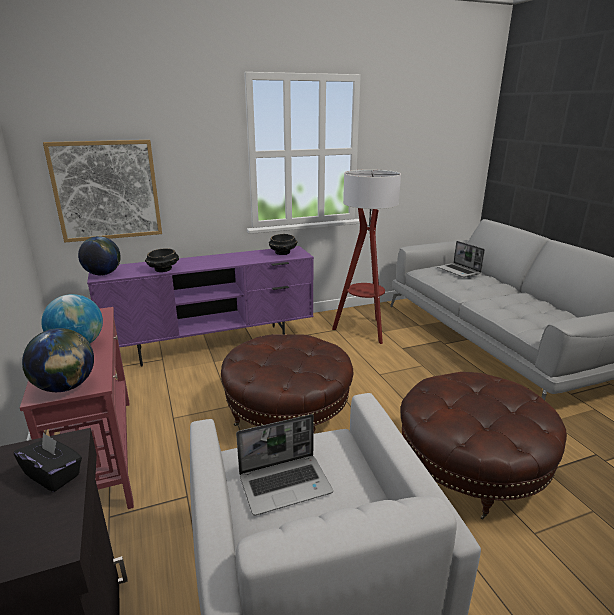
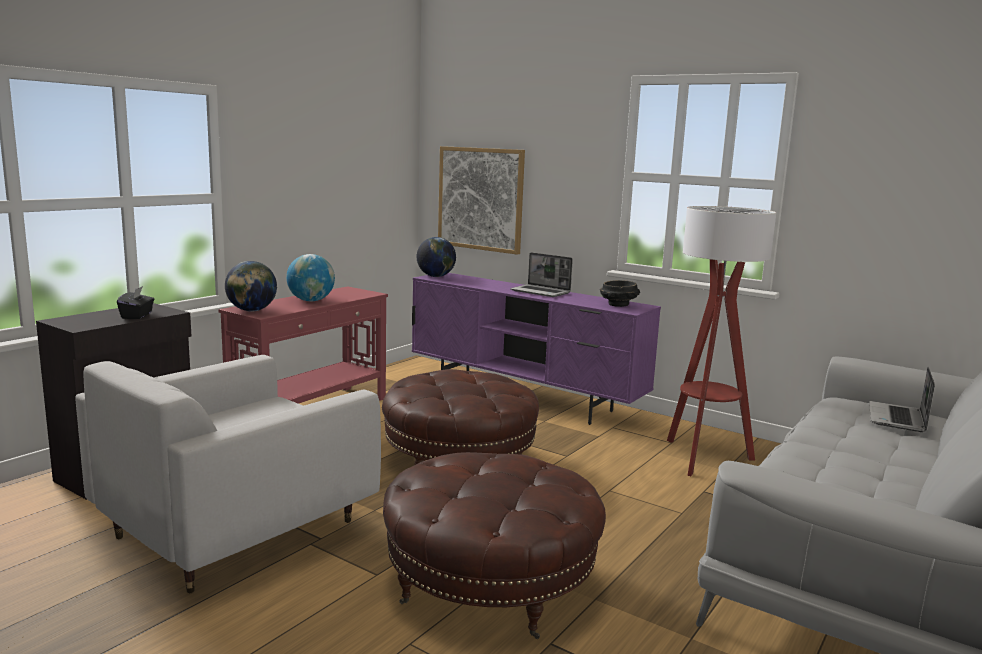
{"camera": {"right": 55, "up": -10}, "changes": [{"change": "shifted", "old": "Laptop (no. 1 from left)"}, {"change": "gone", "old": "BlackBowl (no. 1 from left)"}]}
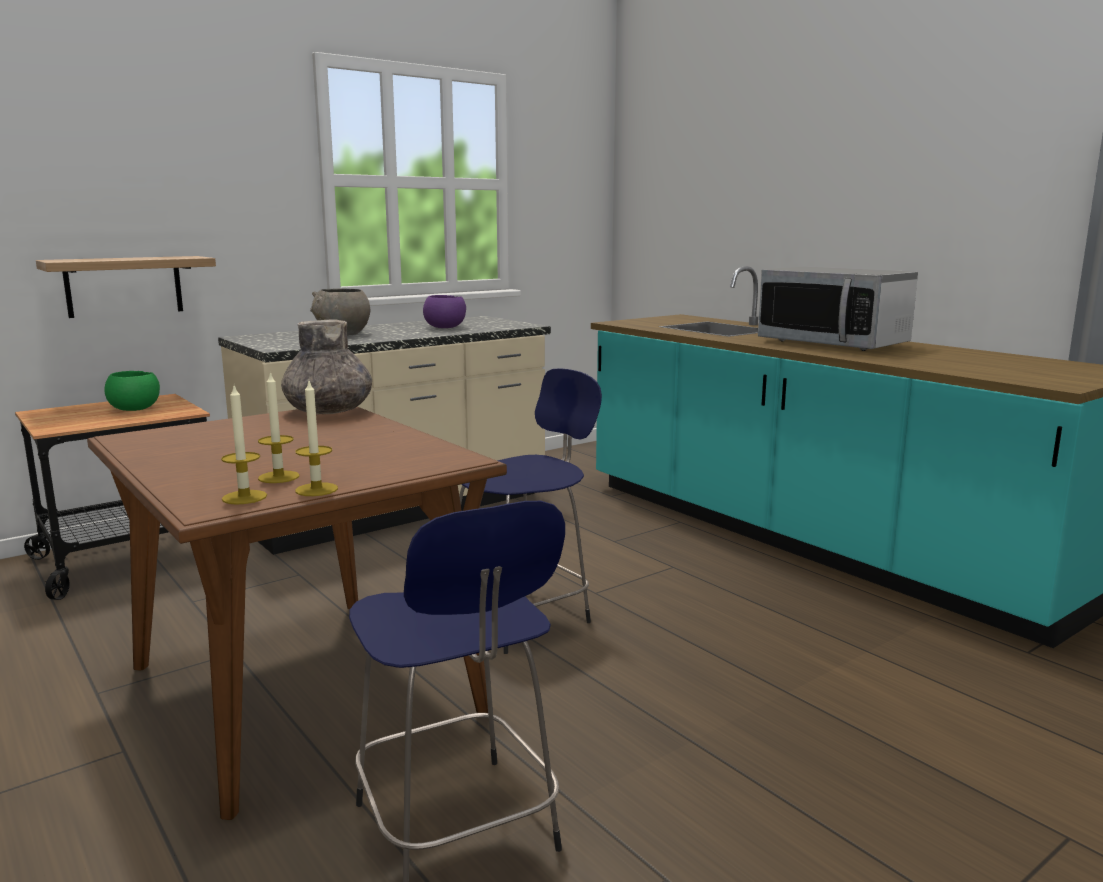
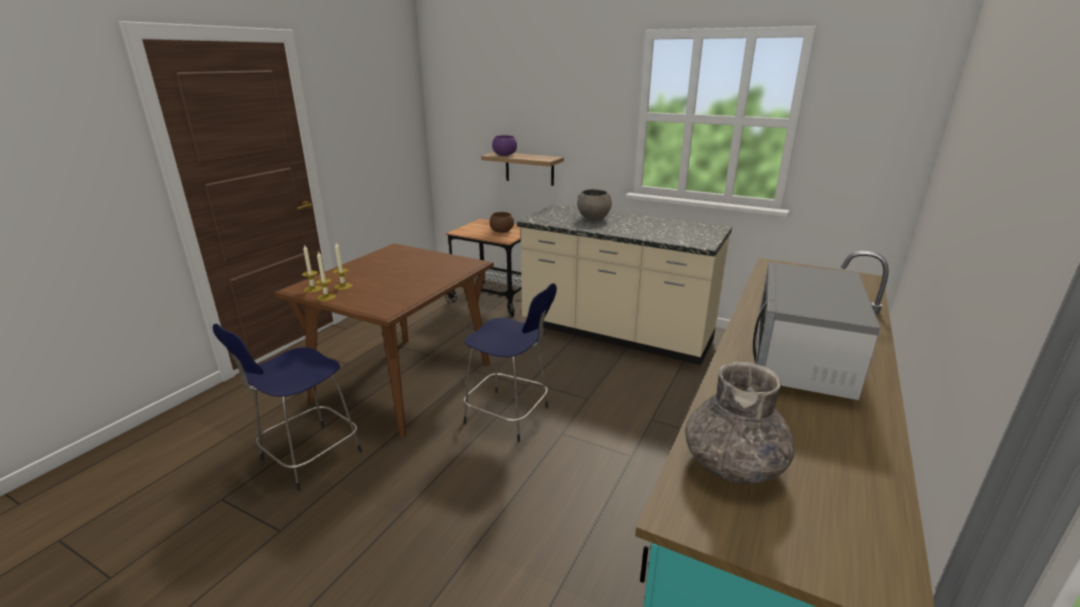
{"camera": {"right": 65, "up": 10}, "changes": [{"change": "repainted", "old": "GreenBowl", "new": "BrownBowl"}, {"change": "shifted", "old": "PurpleBowl"}, {"change": "shifted", "old": "GreyVase"}]}
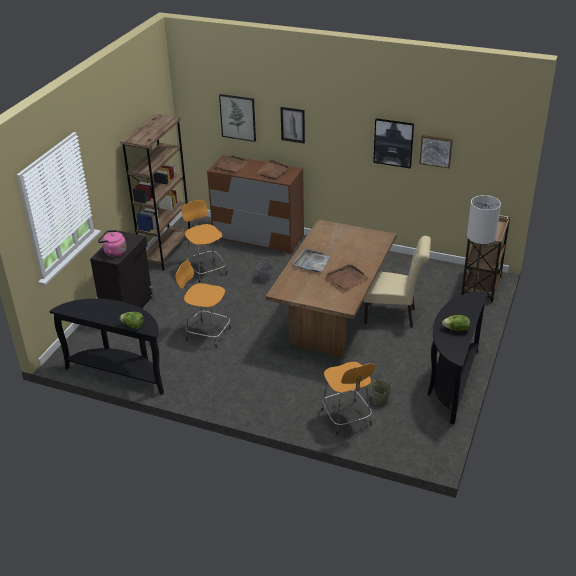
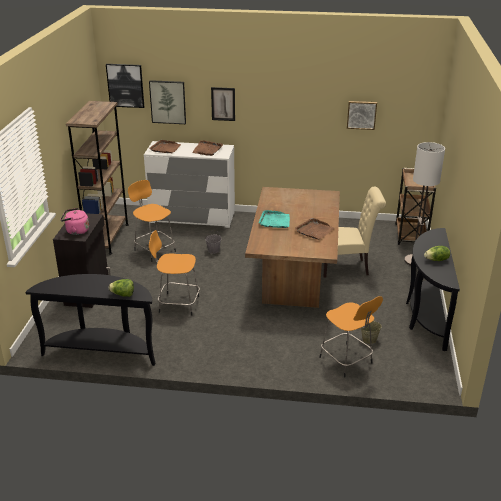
{"camera": {"right": -15, "up": -5}, "changes": [{"change": "shifted", "old": "Picture (no. 3 from left in the first image)", "new": "Picture (no. 1 from left)"}, {"change": "repainted", "old": "BrownDresser", "new": "WhiteDresser"}, {"change": "repainted", "old": "GreyTray", "new": "TurquoiseTray"}]}
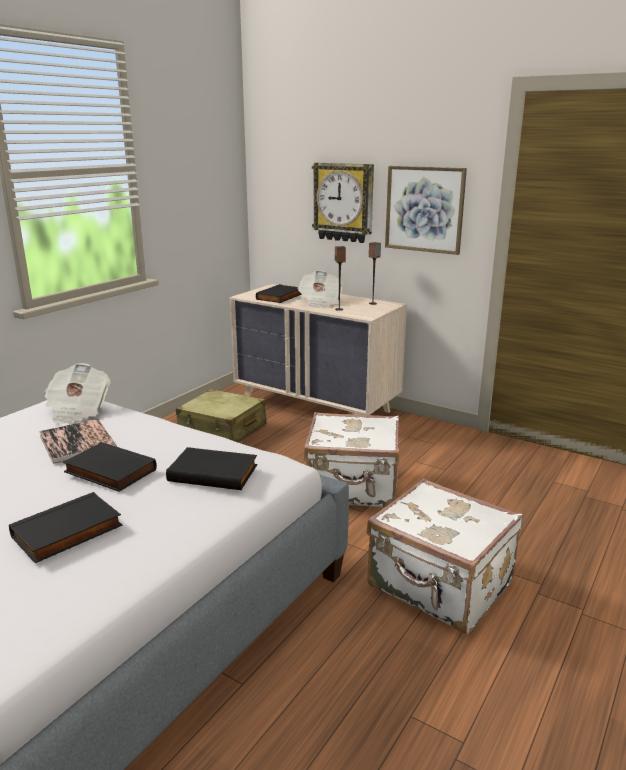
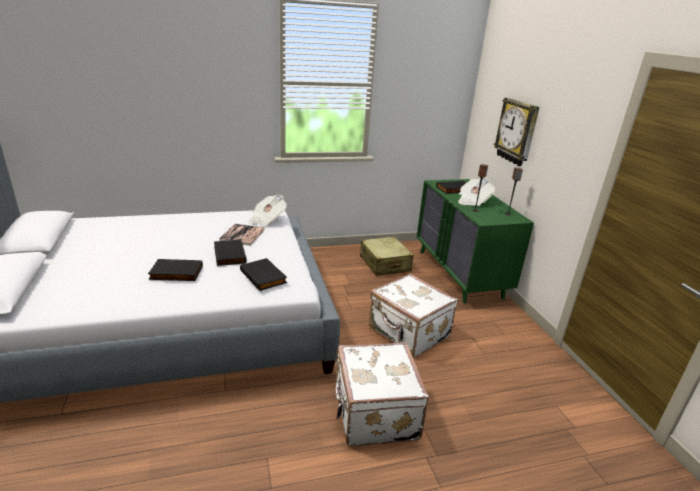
{"camera": {"right": 40, "up": 5}, "changes": [{"change": "repainted", "old": "BeigeDresser", "new": "GreenDresser"}, {"change": "gone", "old": "Picture"}]}
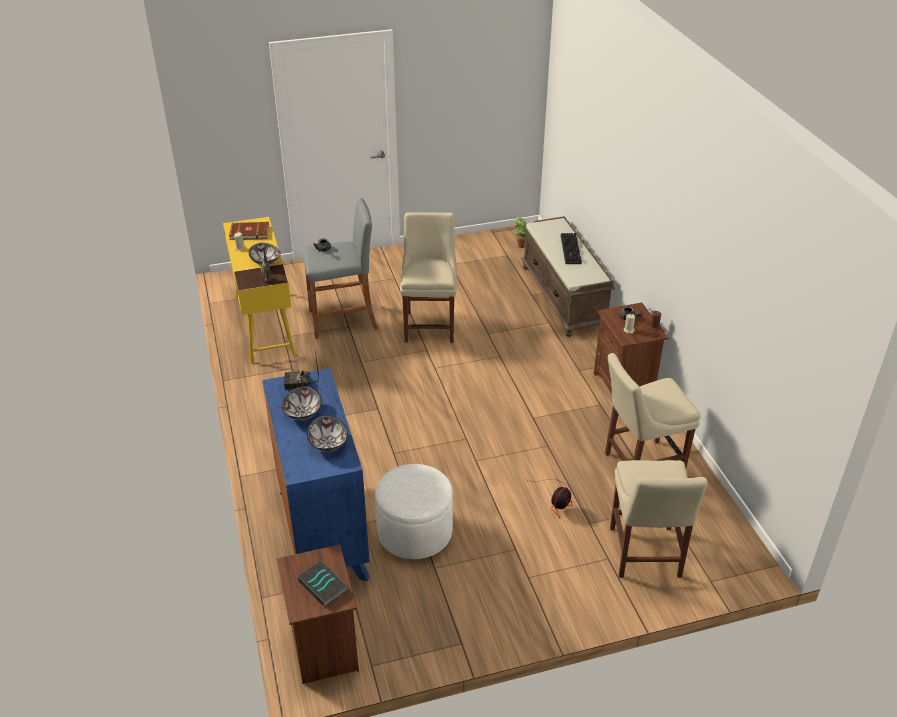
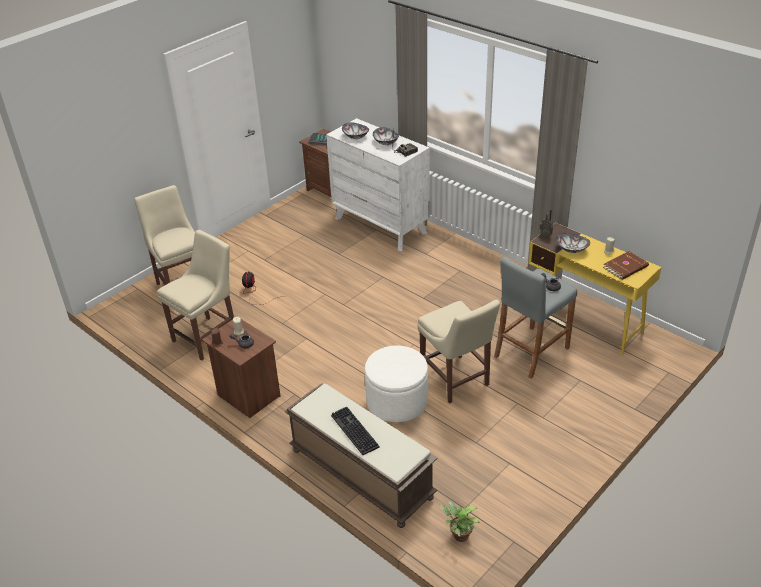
{"camera": {"right": 150, "up": 0}, "changes": [{"change": "repainted", "old": "BlueDresser", "new": "WhiteDresser"}, {"change": "shifted", "old": "WhiteOttoman"}]}
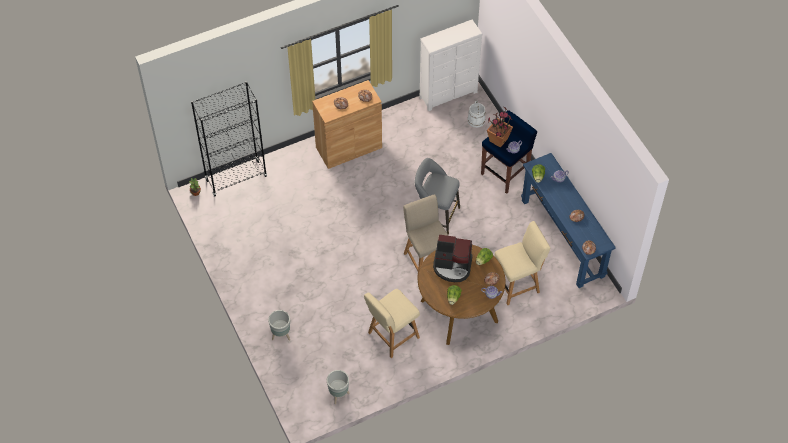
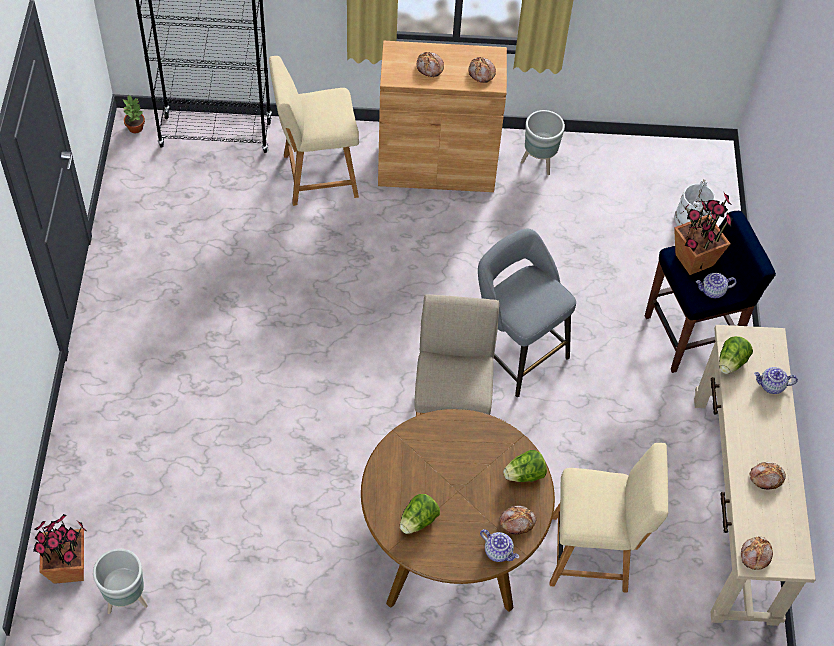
{"camera": {"right": 25, "up": 0}, "changes": [{"change": "new", "new": "PottedPlant (no. 1 from left)"}, {"change": "shifted", "old": "BeigeChair (no. 1 from left)"}, {"change": "shifted", "old": "GreyPlanter (no. 1 from left in the first image)", "new": "GreyPlanter (no. 2 from left)"}, {"change": "repainted", "old": "BlueConsoleTable", "new": "BeigeConsoleTable"}, {"change": "gone", "old": "WhiteDresser"}, {"change": "gone", "old": "CoffeeMachine"}]}
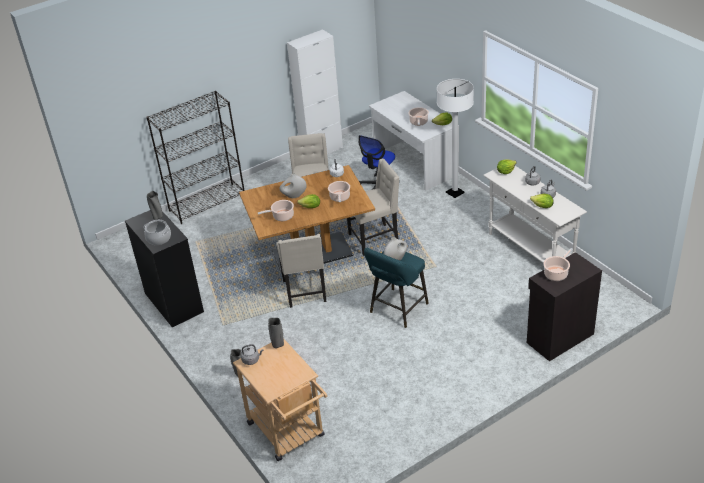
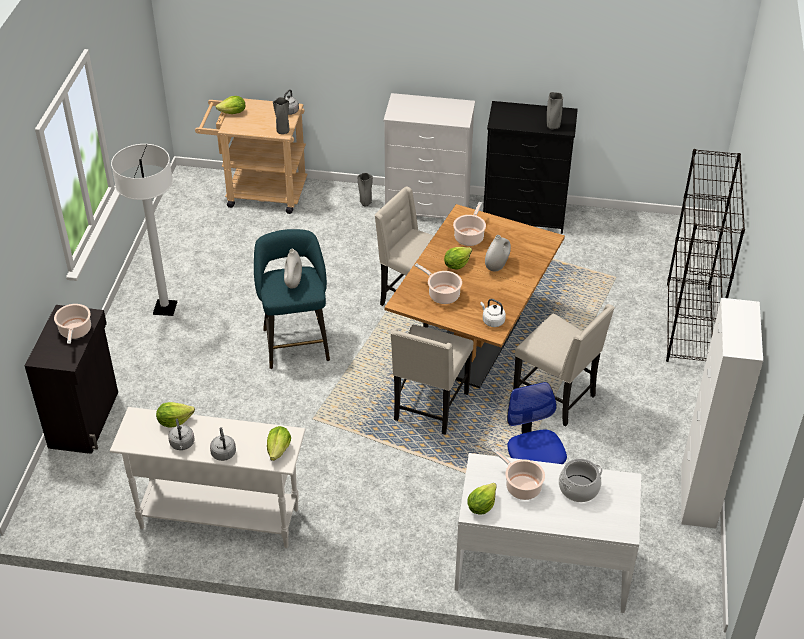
{"camera": {"right": 130, "up": 5}, "changes": [{"change": "shifted", "old": "WhiteFloorLamp"}, {"change": "new", "new": "Lettuce (no. 2 from left)"}, {"change": "new", "new": "WhiteDresser"}, {"change": "shifted", "old": "CookingPot (no. 1 from left in the first image)", "new": "CookingPot (no. 5 from left)"}]}
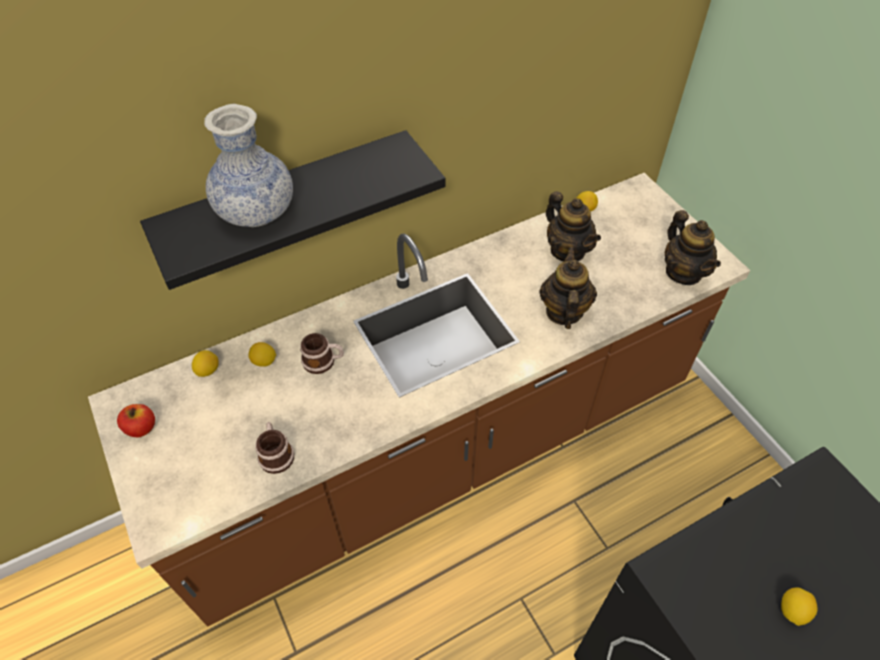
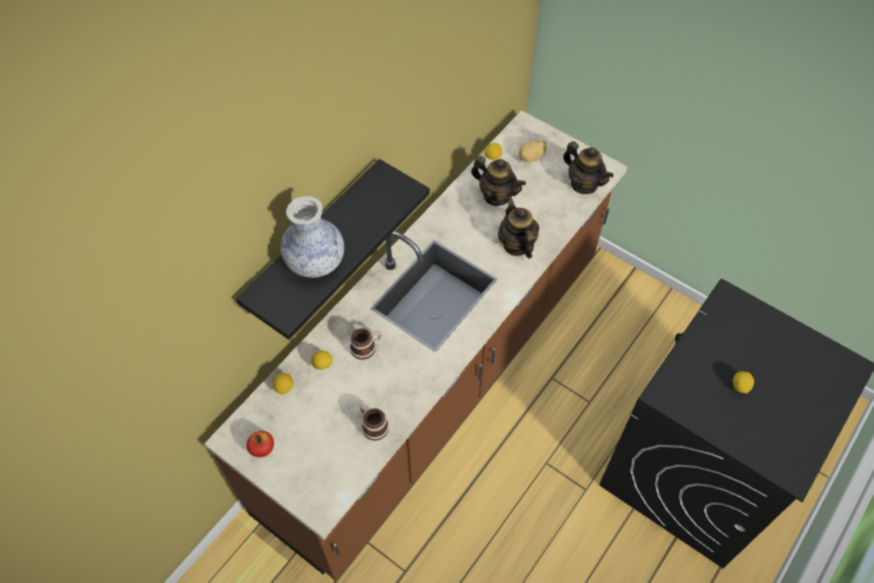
{"camera": {"right": -25, "up": 5}, "changes": [{"change": "new", "new": "Potato"}]}
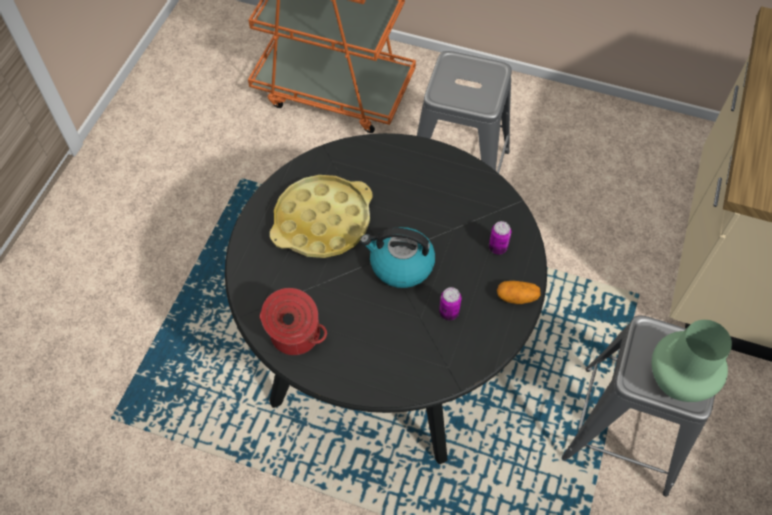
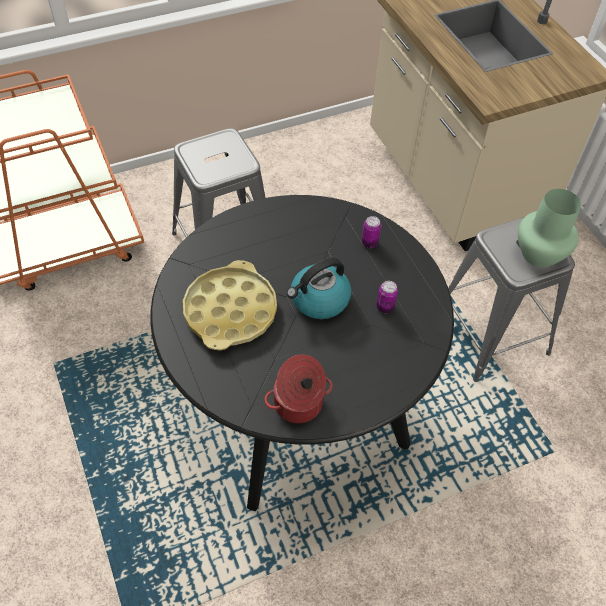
{"camera": {"right": -45, "up": -5}, "changes": [{"change": "gone", "old": "Potato"}]}
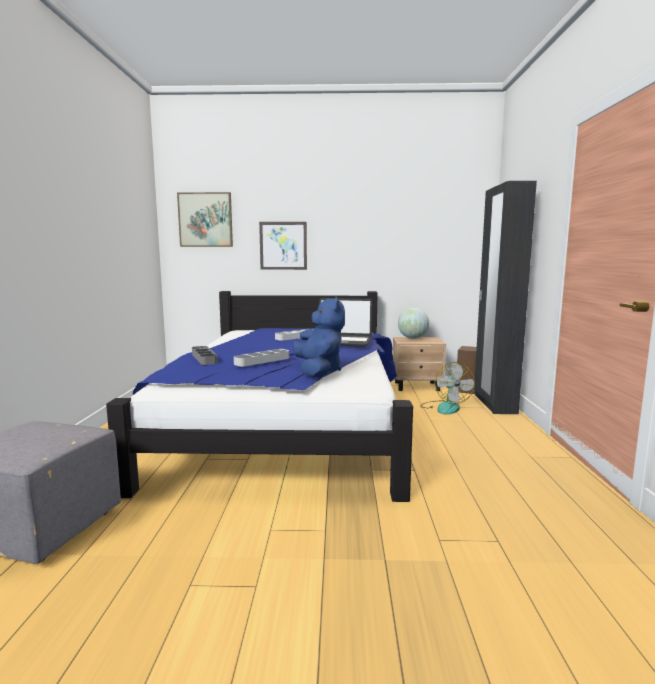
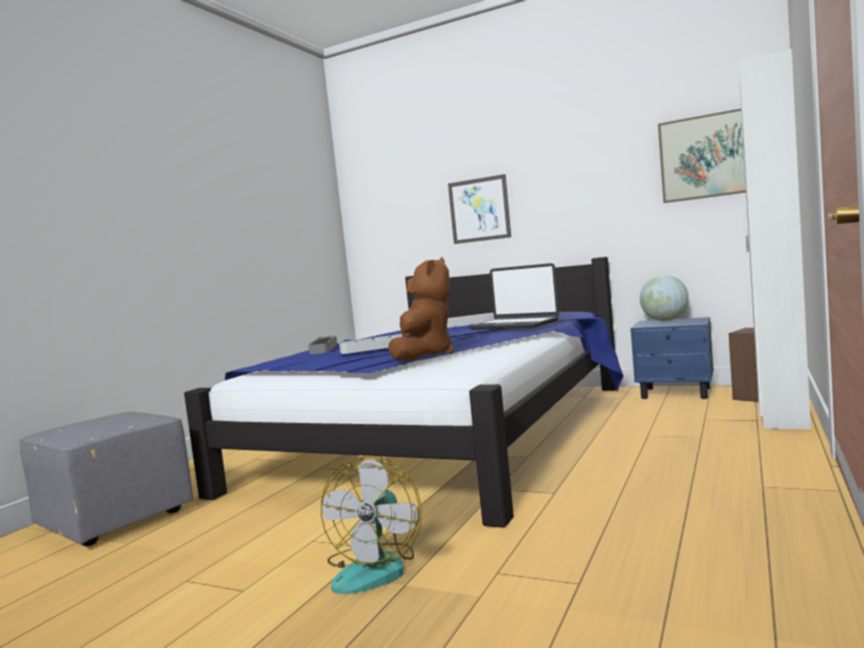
{"camera": {"right": 25, "up": -5}, "changes": [{"change": "shifted", "old": "Fan"}, {"change": "repainted", "old": "BluePlushToy", "new": "BrownPlushToy"}, {"change": "repainted", "old": "BeigeNightstand", "new": "BlueNightstand"}, {"change": "shifted", "old": "Picture (no. 1 from left in the first image)", "new": "Picture (no. 2 from left)"}, {"change": "repainted", "old": "BlackWardrobe", "new": "WhiteWardrobe"}]}
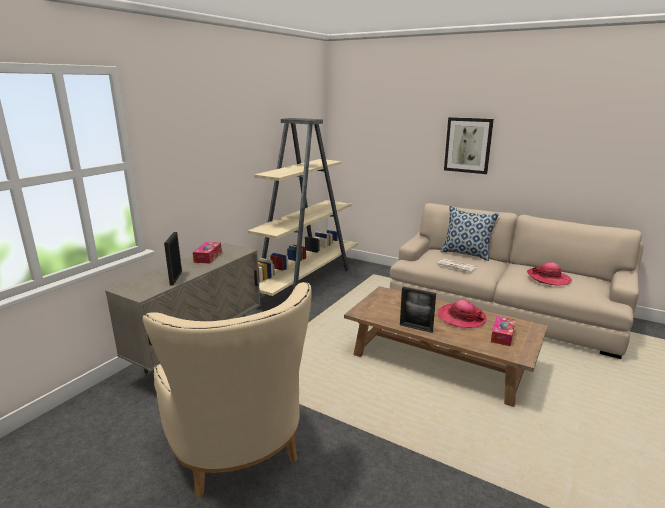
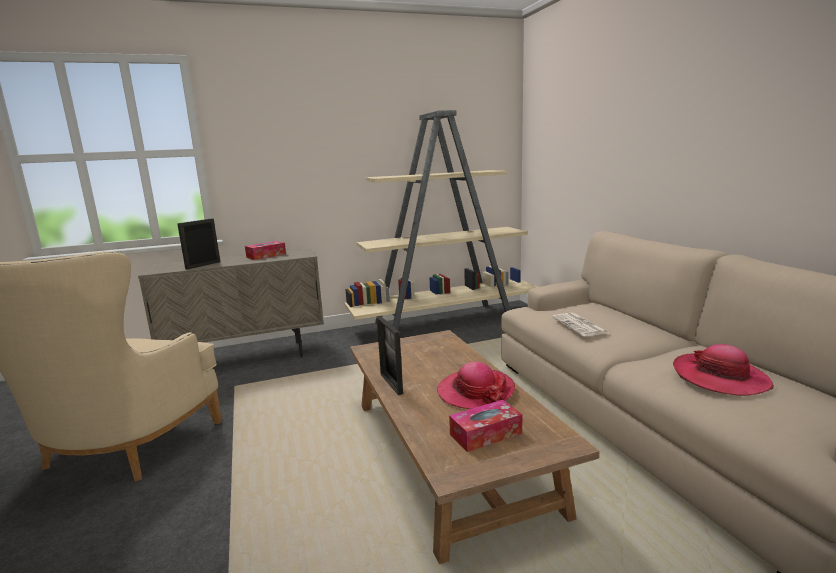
{"camera": {"right": 40, "up": -5}, "changes": [{"change": "gone", "old": "Pillow"}, {"change": "gone", "old": "Picture"}]}
